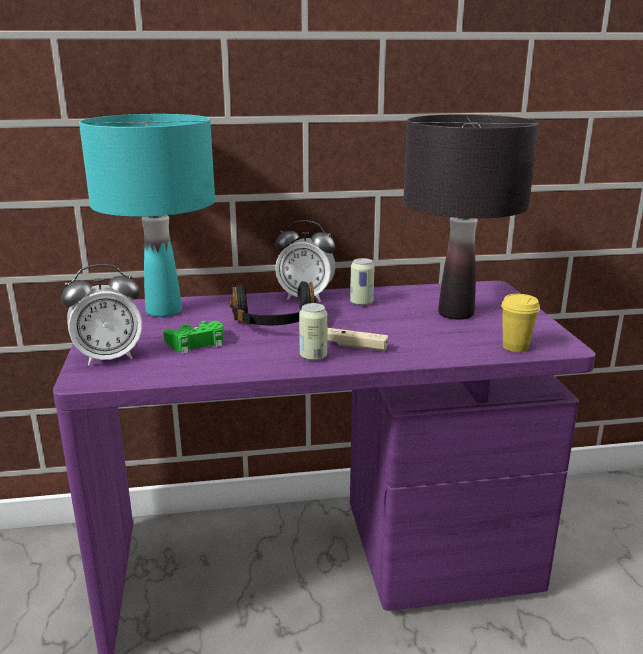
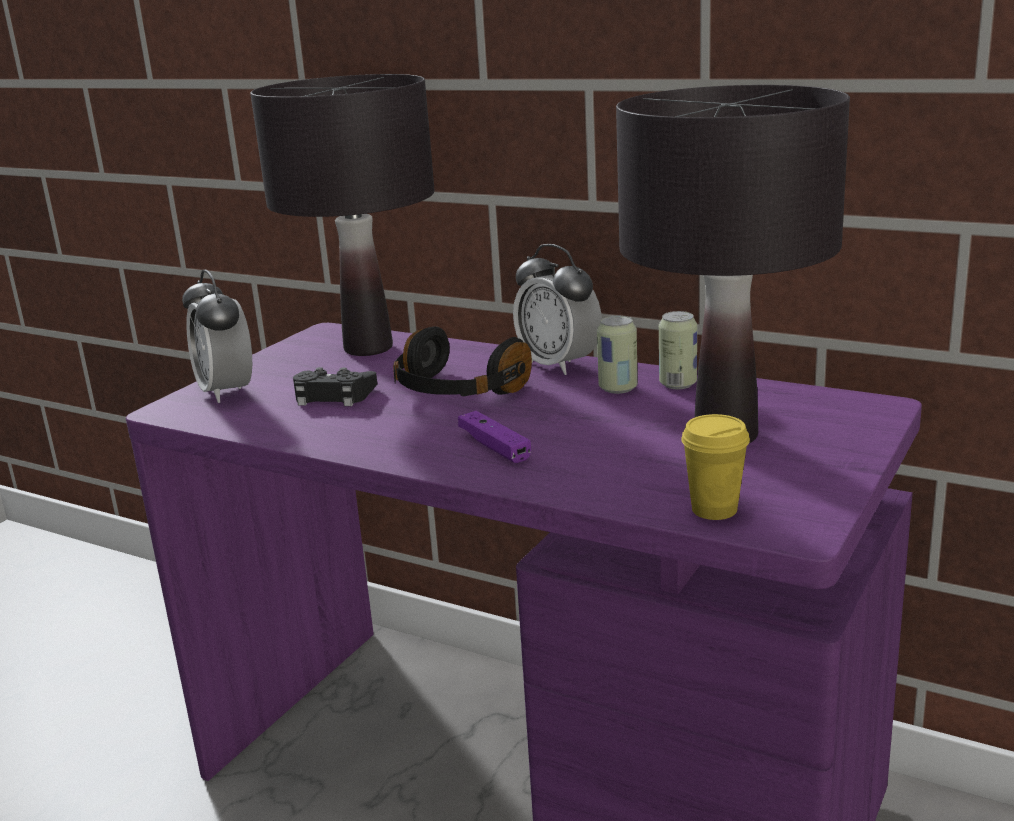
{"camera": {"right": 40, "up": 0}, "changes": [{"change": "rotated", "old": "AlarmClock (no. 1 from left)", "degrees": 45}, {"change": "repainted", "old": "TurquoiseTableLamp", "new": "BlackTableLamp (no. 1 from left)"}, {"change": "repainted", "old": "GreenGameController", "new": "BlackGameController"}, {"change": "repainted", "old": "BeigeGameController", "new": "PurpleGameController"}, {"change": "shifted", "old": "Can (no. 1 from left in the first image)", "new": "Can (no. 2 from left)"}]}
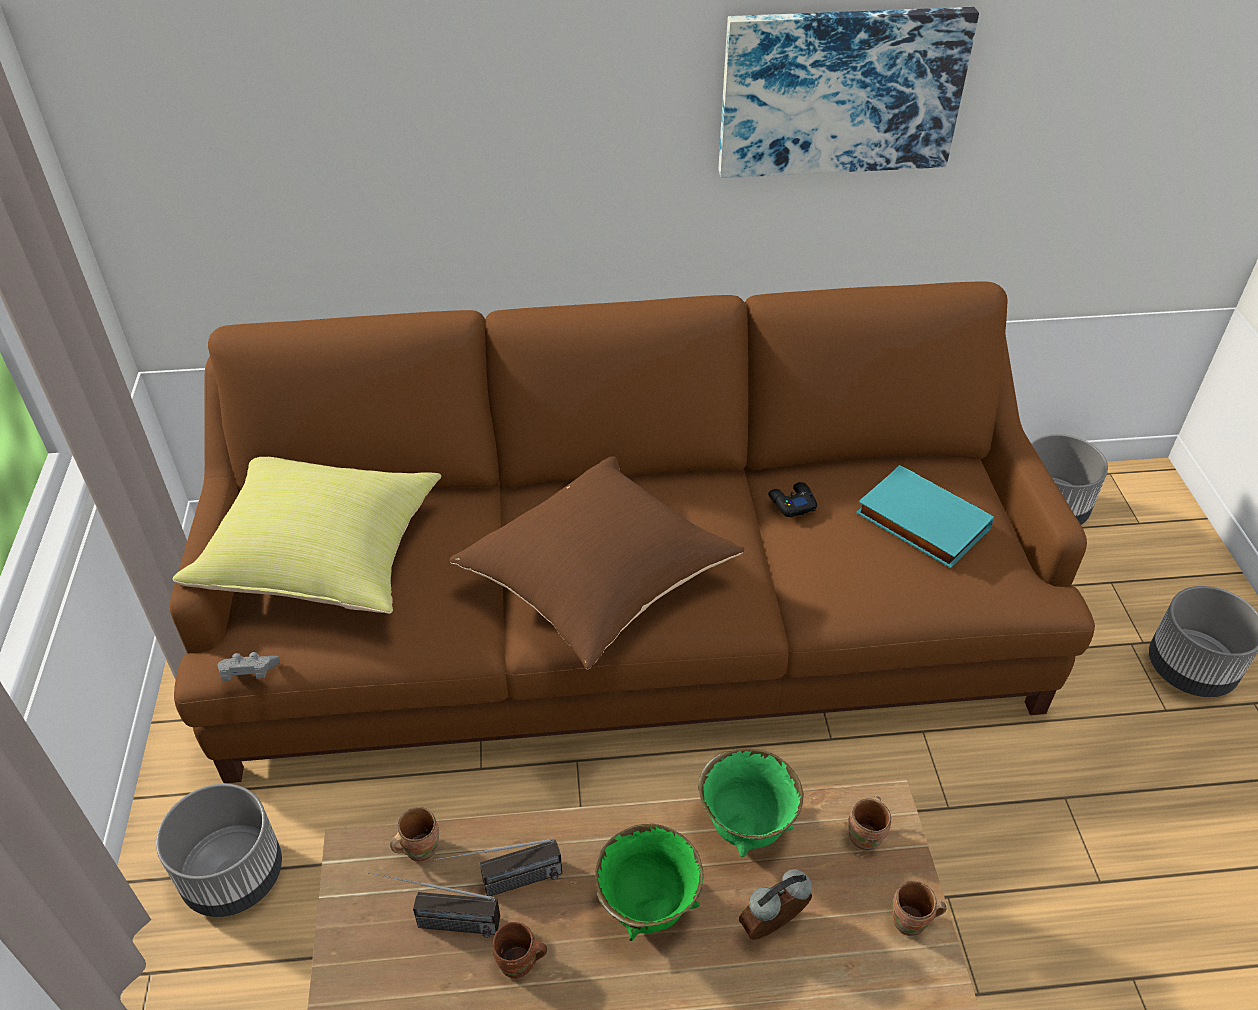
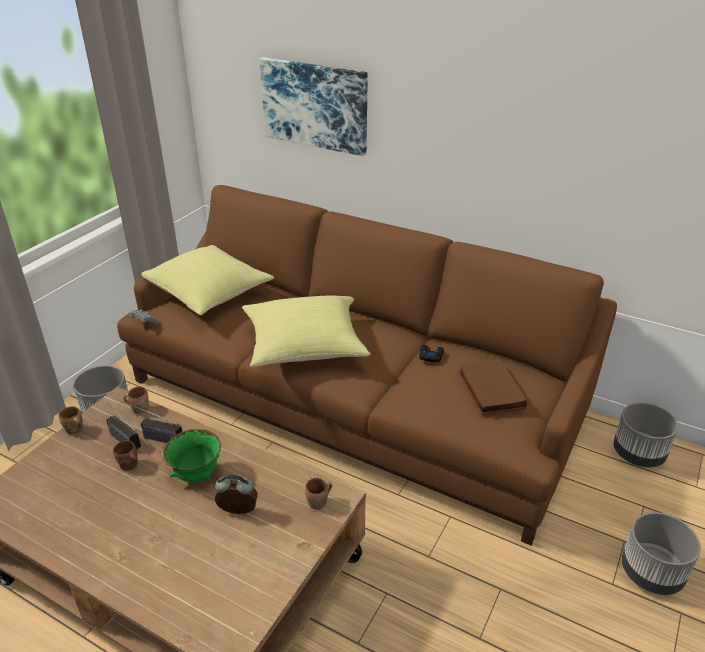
{"camera": {"right": 35, "up": -10}, "changes": [{"change": "shifted", "old": "BrownMug (no. 4 from left in the first image)", "new": "BrownMug (no. 1 from left)"}, {"change": "repainted", "old": "BrownPillow", "new": "YellowPillow (no. 2 from left)"}, {"change": "shifted", "old": "Picture"}, {"change": "repainted", "old": "TurquoiseBook", "new": "BrownBook"}, {"change": "gone", "old": "GreenBowl (no. 2 from left)"}]}
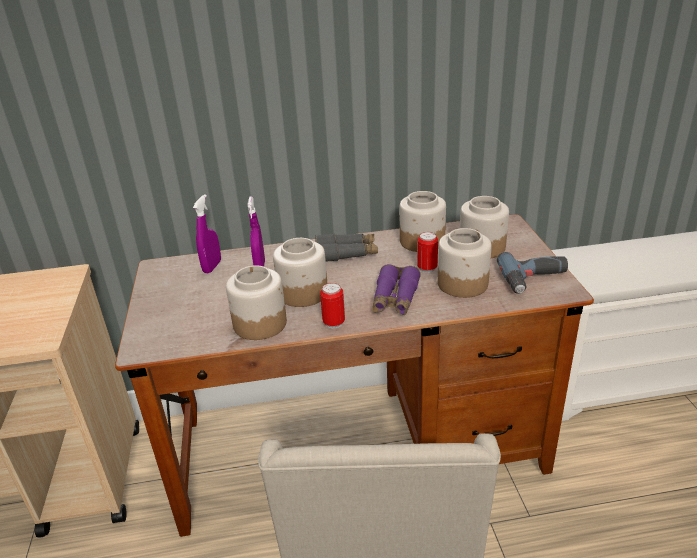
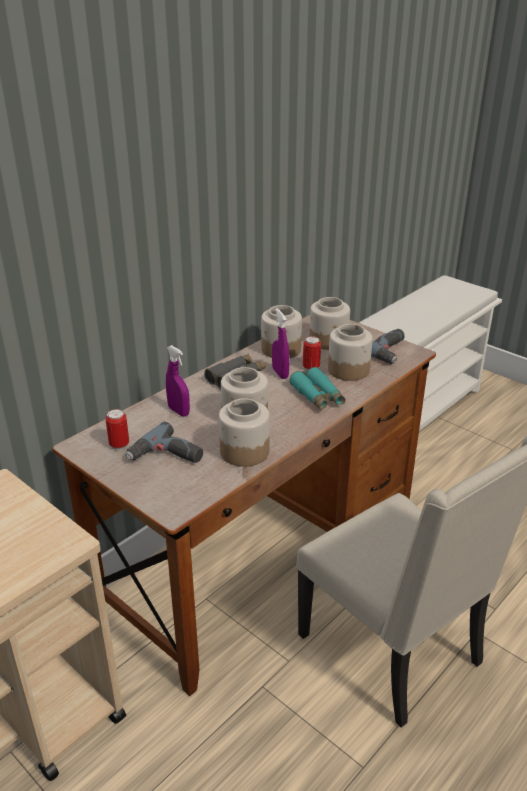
{"camera": {"right": -40, "up": 0}, "changes": [{"change": "shifted", "old": "Can (no. 1 from left)"}, {"change": "new", "new": "PowerDrill (no. 1 from left)"}, {"change": "shifted", "old": "PurpleSprayBottle (no. 1 from left in the first image)", "new": "PurpleSprayBottle (no. 2 from left)"}, {"change": "repainted", "old": "PurpleBinoculars", "new": "TurquoiseBinoculars"}]}
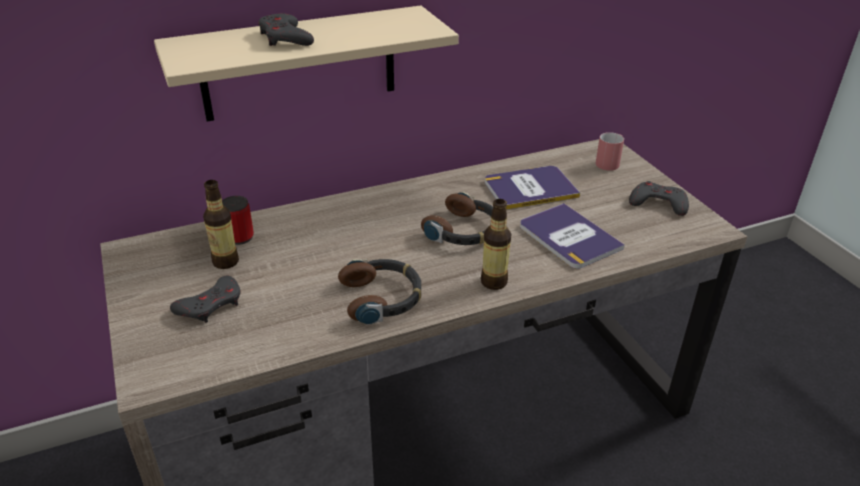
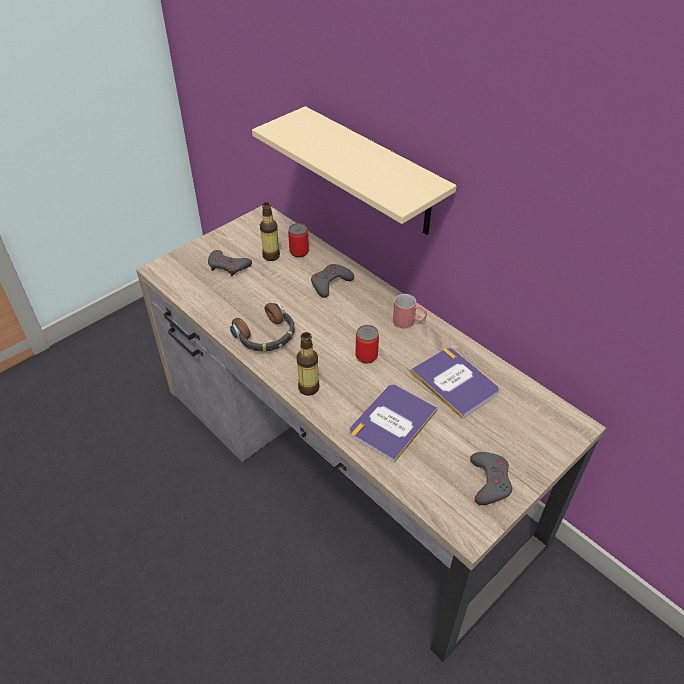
{"camera": {"right": 70, "up": 10}, "changes": [{"change": "shifted", "old": "GreyGameController (no. 2 from left)"}, {"change": "swapped", "old": "Headphones (no. 2 from left)", "new": "Can (no. 2 from left)"}, {"change": "shifted", "old": "RedMug"}]}
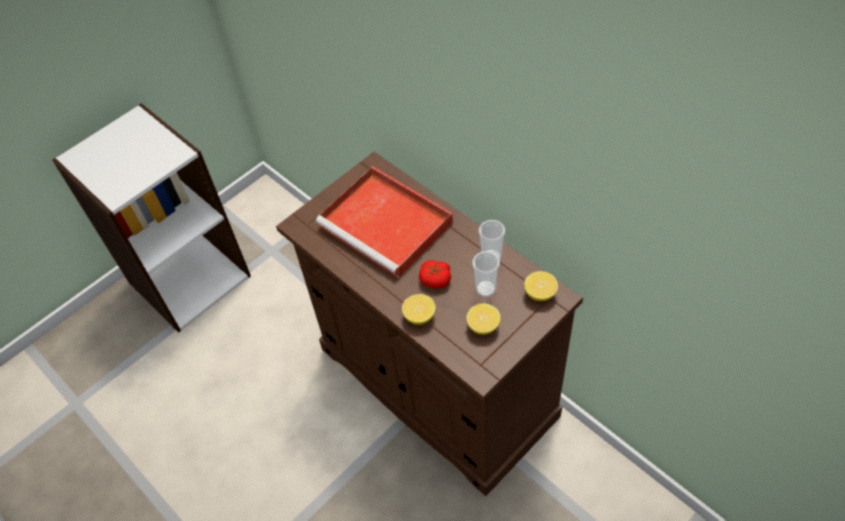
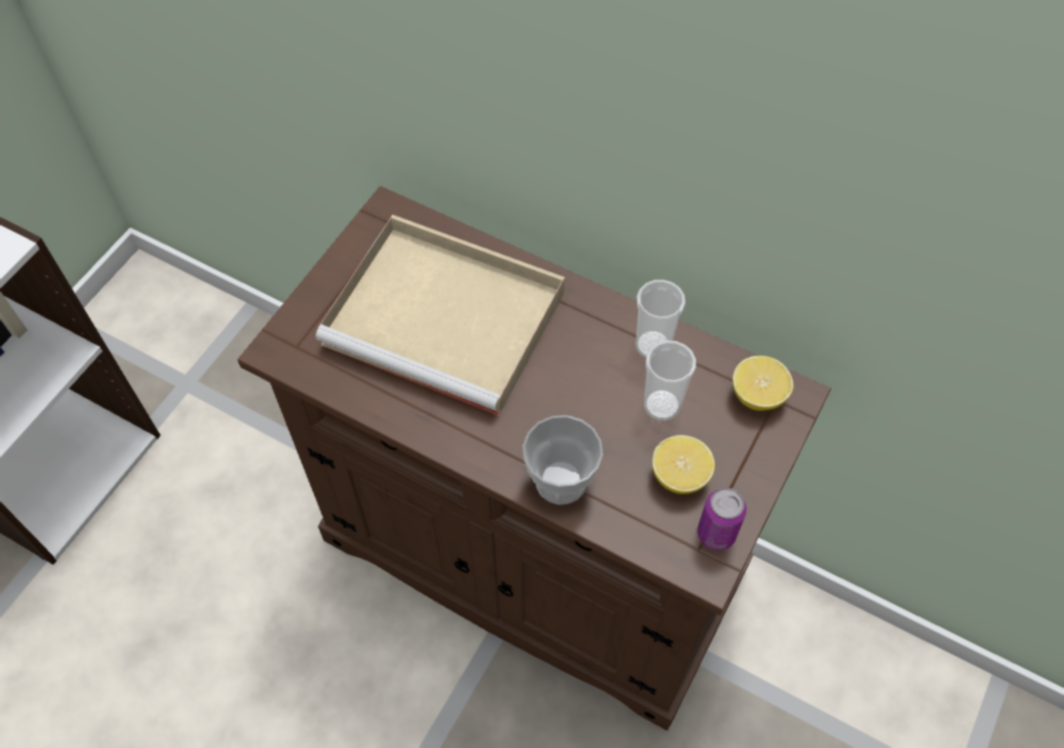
{"camera": {"right": -20, "up": 5}, "changes": [{"change": "repainted", "old": "RedTray", "new": "BeigeTray"}, {"change": "swapped", "old": "Lemon (no. 1 from left)", "new": "Cup (no. 1 from left)"}, {"change": "new", "new": "Can"}, {"change": "gone", "old": "Tomato"}]}
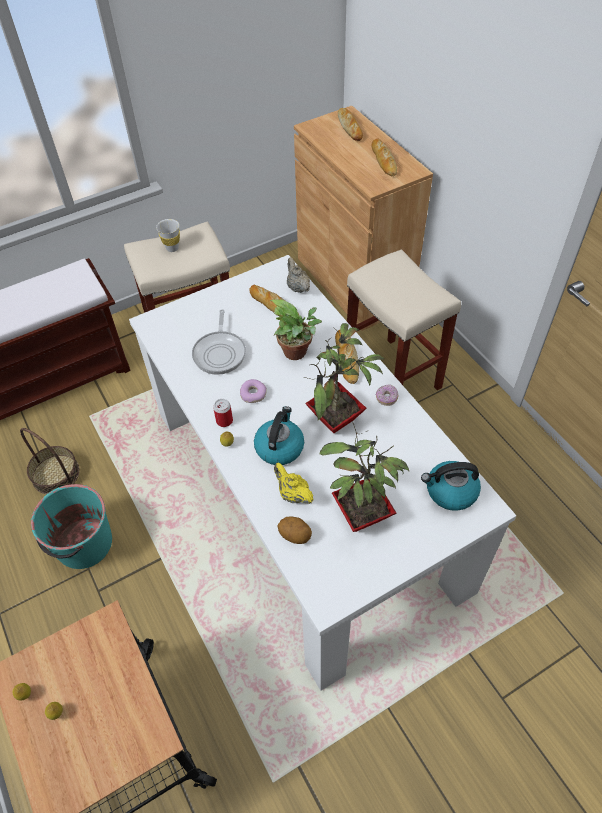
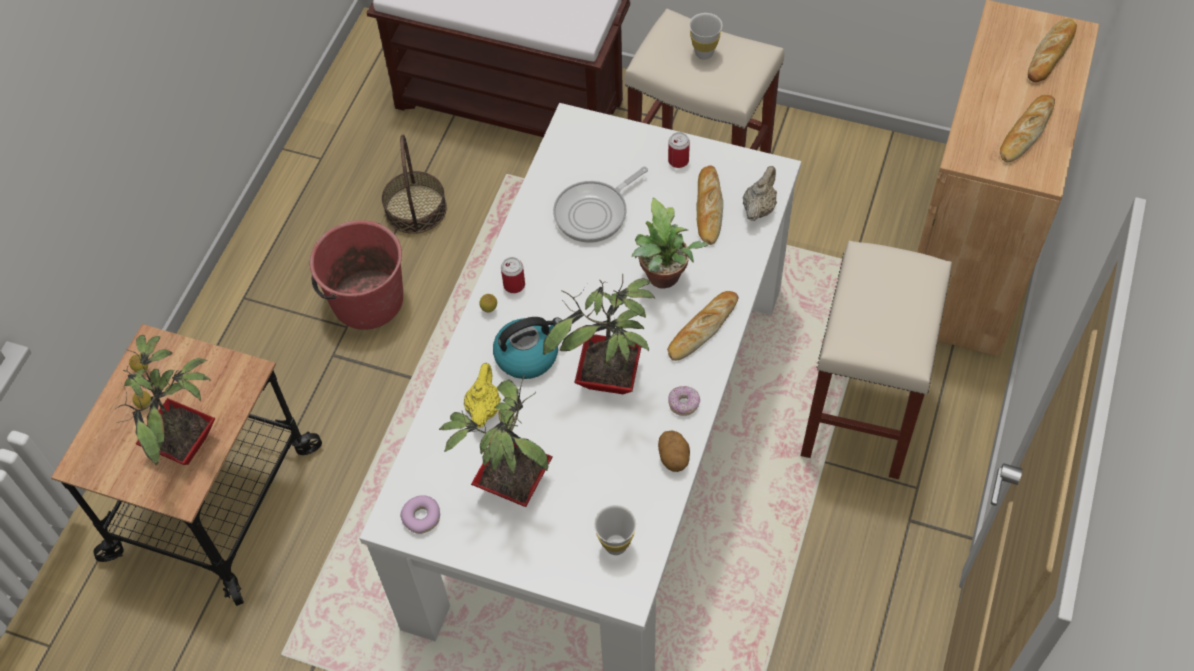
{"camera": {"right": 50, "up": 5}, "changes": [{"change": "new", "new": "PottedPlant (no. 1 from left)"}, {"change": "repainted", "old": "TurquoiseBucket", "new": "RedBucket"}, {"change": "shifted", "old": "Donut (no. 1 from left)"}, {"change": "swapped", "old": "Kettle (no. 2 from left)", "new": "WhiteCup (no. 1 from left)"}, {"change": "shifted", "old": "Potato"}, {"change": "new", "new": "Can (no. 2 from left)"}]}
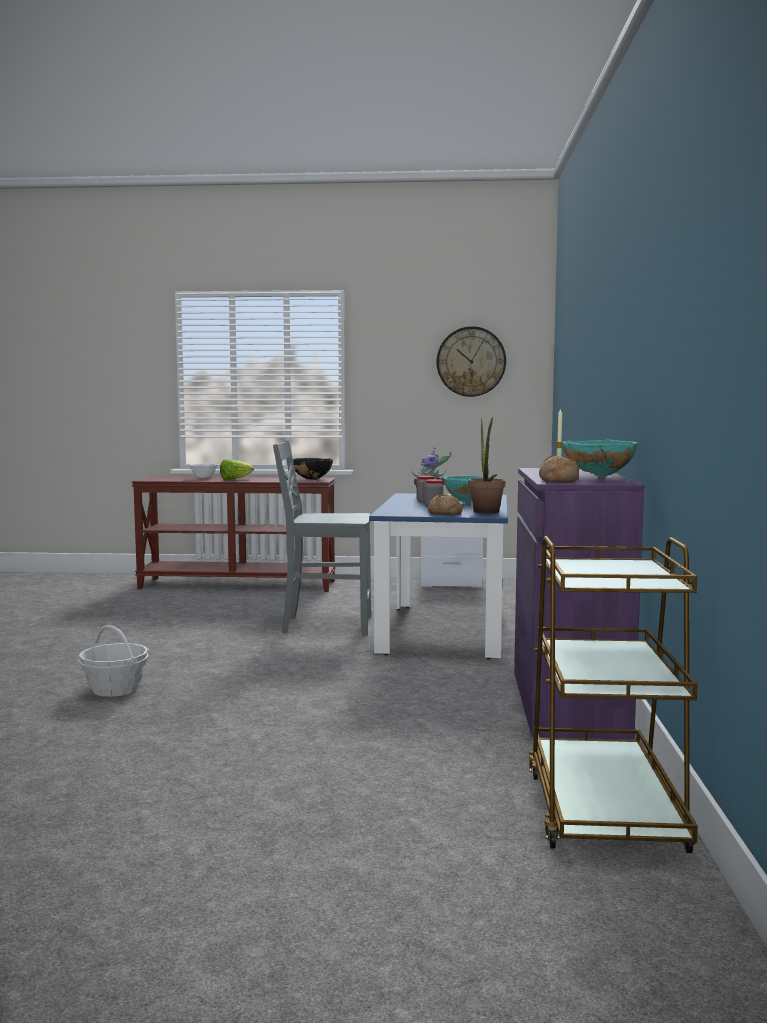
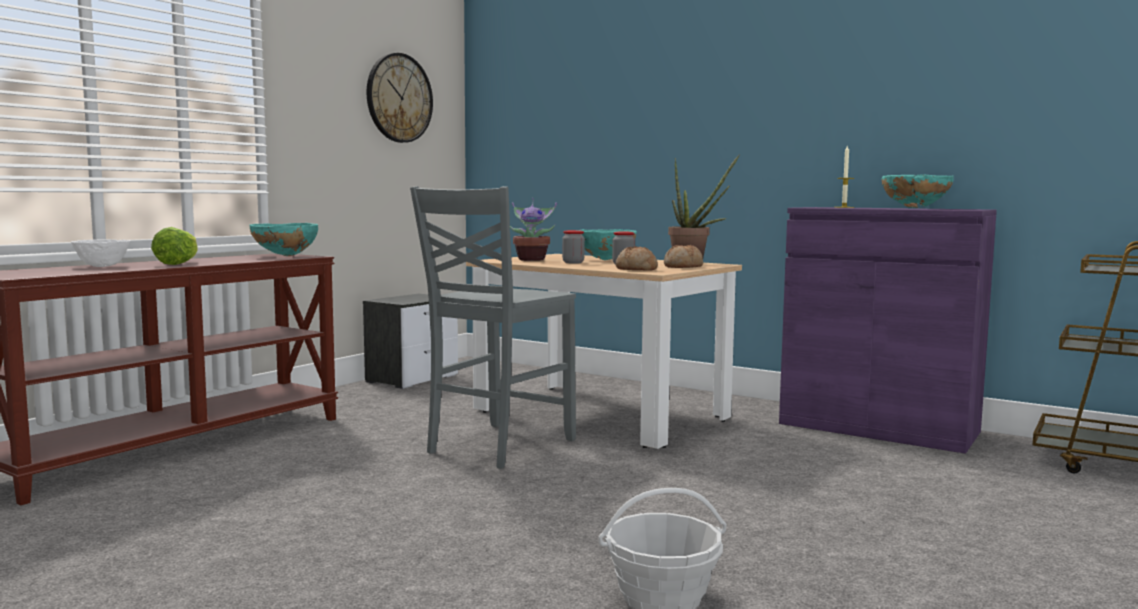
{"camera": {"right": -60, "up": 0}, "changes": [{"change": "repainted", "old": "BlackBowl", "new": "TurquoiseBowl (no. 1 from left)"}, {"change": "repainted", "old": "BlueDiningTable", "new": "BeigeDiningTable"}, {"change": "shifted", "old": "Bread (no. 2 from left in the first image)", "new": "Bread (no. 1 from left)"}]}
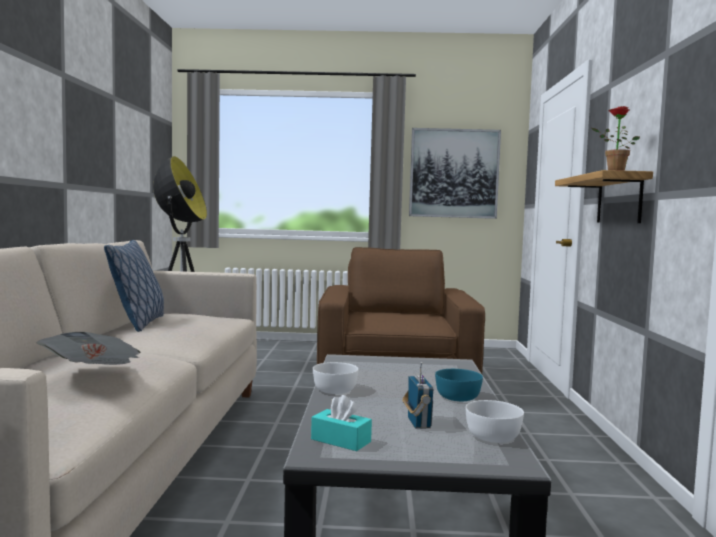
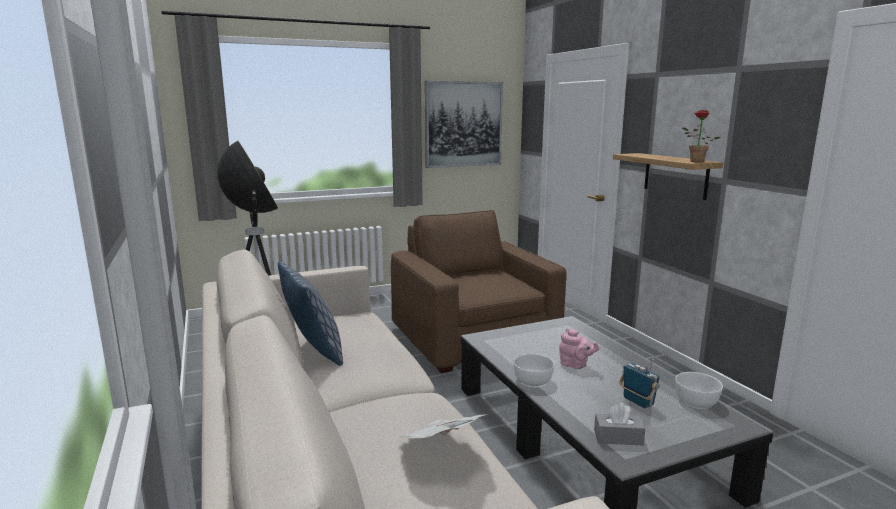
{"camera": {"right": -25, "up": 10}, "changes": [{"change": "new", "new": "PinkTeapot"}, {"change": "repainted", "old": "TurquoiseTissueBox", "new": "GreyTissueBox"}, {"change": "gone", "old": "TurquoiseBowl"}]}
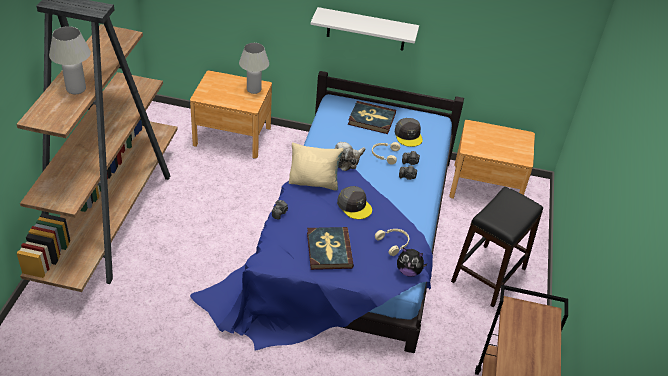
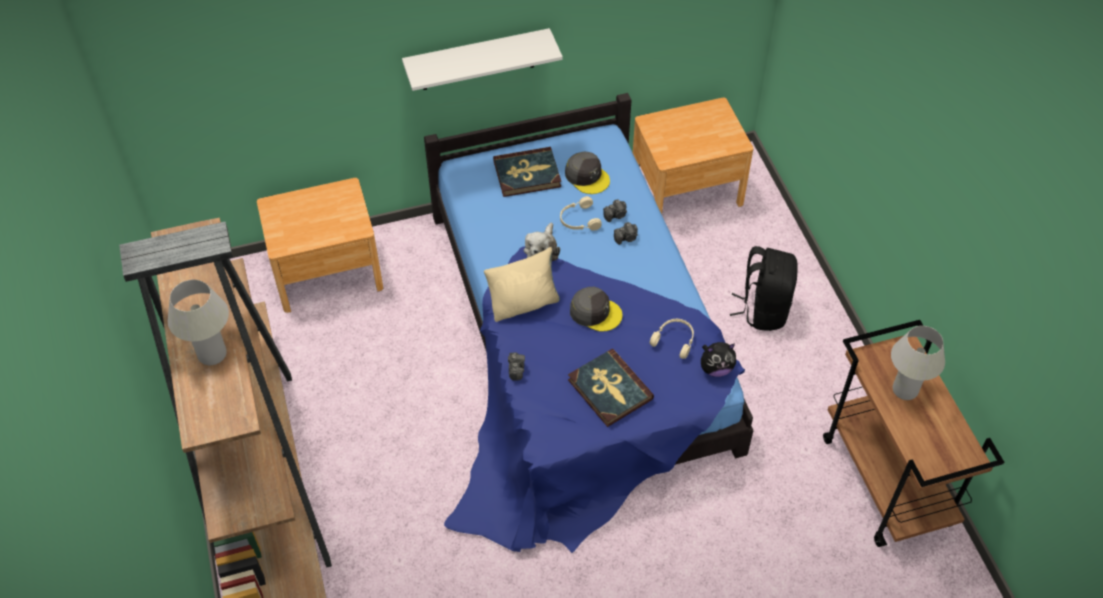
{"camera": {"right": -25, "up": 10}, "changes": [{"change": "swapped", "old": "BlackStool", "new": "BlackBackpack"}, {"change": "shifted", "old": "WhiteTableLamp (no. 2 from left)"}]}
